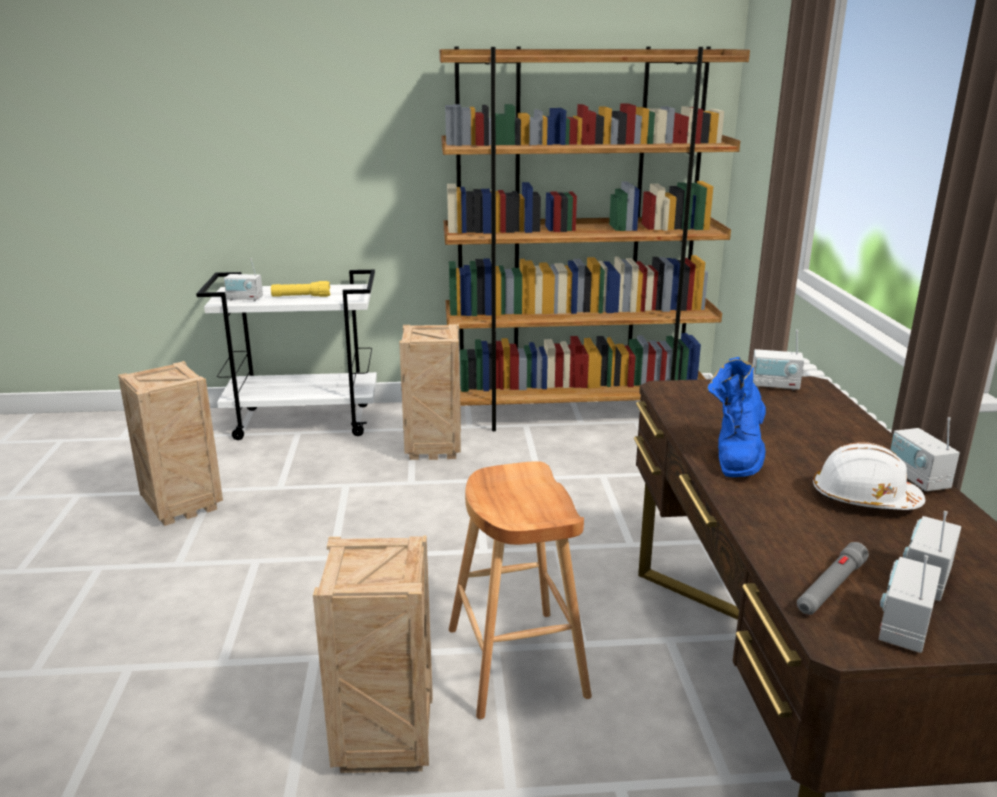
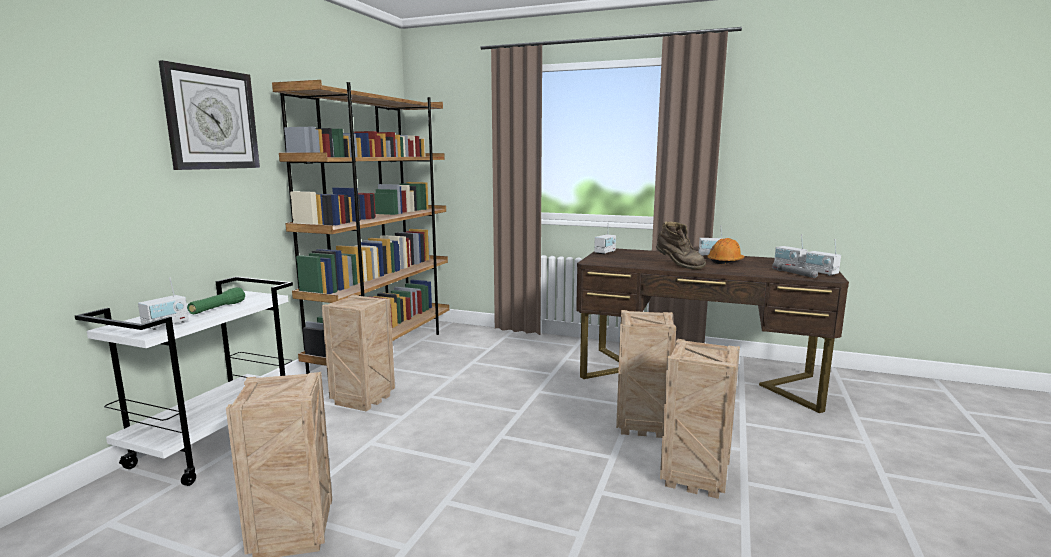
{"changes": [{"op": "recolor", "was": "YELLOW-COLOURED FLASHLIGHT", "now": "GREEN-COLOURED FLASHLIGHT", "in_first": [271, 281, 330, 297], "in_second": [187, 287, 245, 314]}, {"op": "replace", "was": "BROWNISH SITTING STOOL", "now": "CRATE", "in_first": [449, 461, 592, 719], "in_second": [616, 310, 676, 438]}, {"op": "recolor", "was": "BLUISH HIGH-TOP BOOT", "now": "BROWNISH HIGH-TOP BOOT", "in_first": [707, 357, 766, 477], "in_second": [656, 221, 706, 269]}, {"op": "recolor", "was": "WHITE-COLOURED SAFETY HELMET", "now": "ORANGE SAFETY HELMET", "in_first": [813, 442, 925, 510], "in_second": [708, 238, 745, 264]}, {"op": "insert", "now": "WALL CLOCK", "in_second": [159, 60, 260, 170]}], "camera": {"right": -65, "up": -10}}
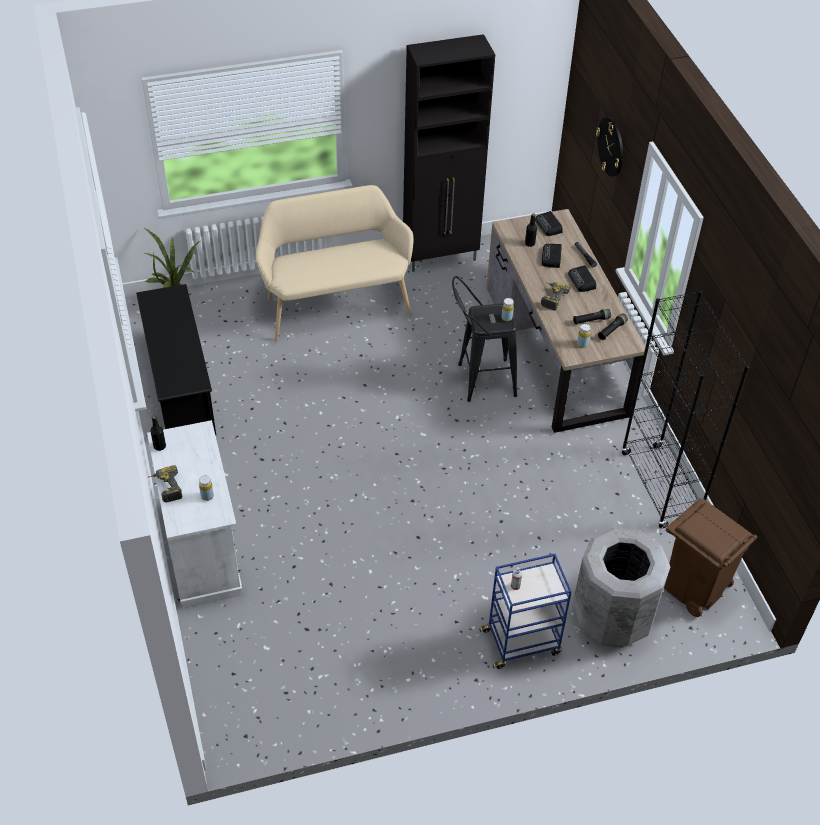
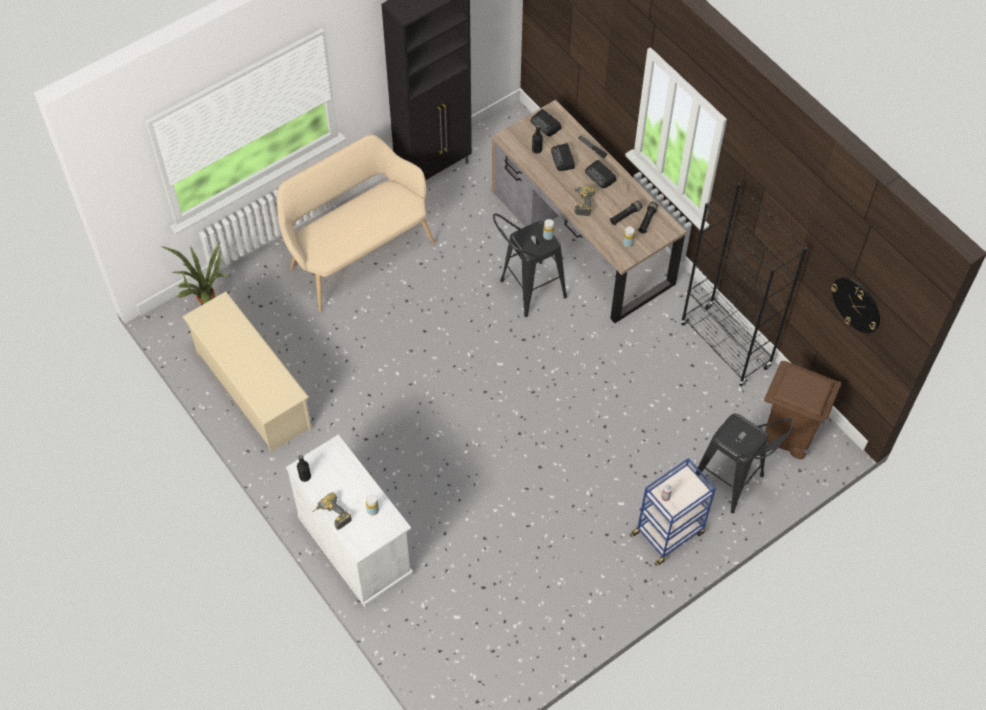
{"changes": [{"op": "recolor", "was": "BLACK SHOE STAND", "now": "SAND-COLOURED SHOE STAND", "in_first": [136, 284, 216, 436], "in_second": [182, 291, 312, 452]}, {"op": "replace", "was": "GRAY RUBBISH BIN", "now": "BLACK SITTING STOOL", "in_first": [572, 527, 670, 648], "in_second": [696, 413, 794, 513]}, {"op": "move", "was": "WALL CLOCK", "in_first": [596, 117, 623, 177], "in_second": [831, 277, 880, 333]}], "camera": {"right": -20, "up": 10}}
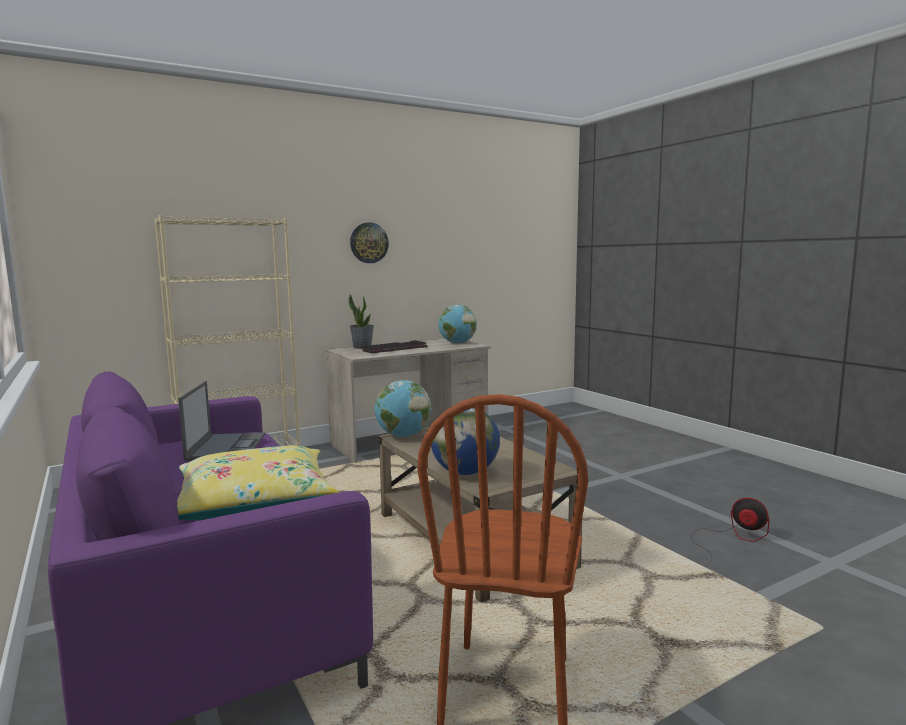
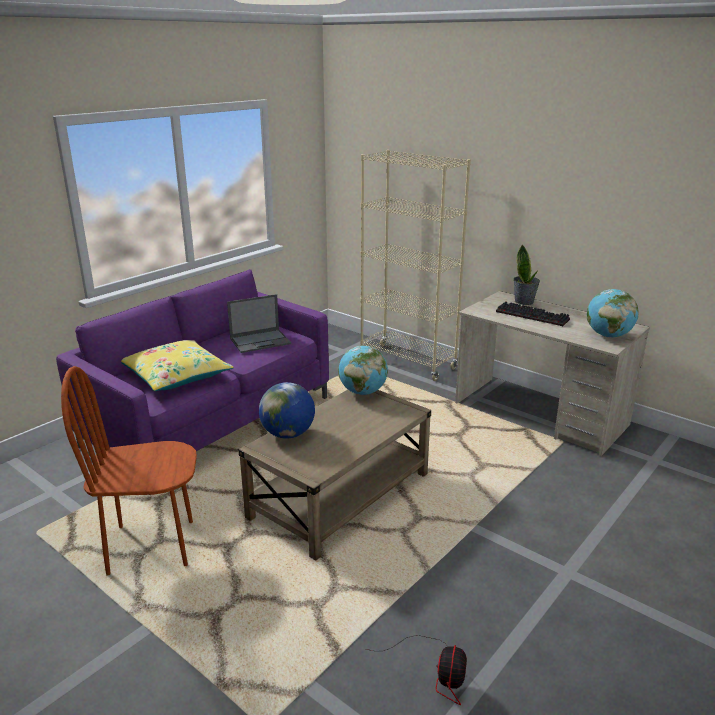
{"changes": [{"op": "delete", "was": "WALL CLOCK", "in_first": [350, 223, 389, 263]}], "camera": {"right": 70, "up": 15}}
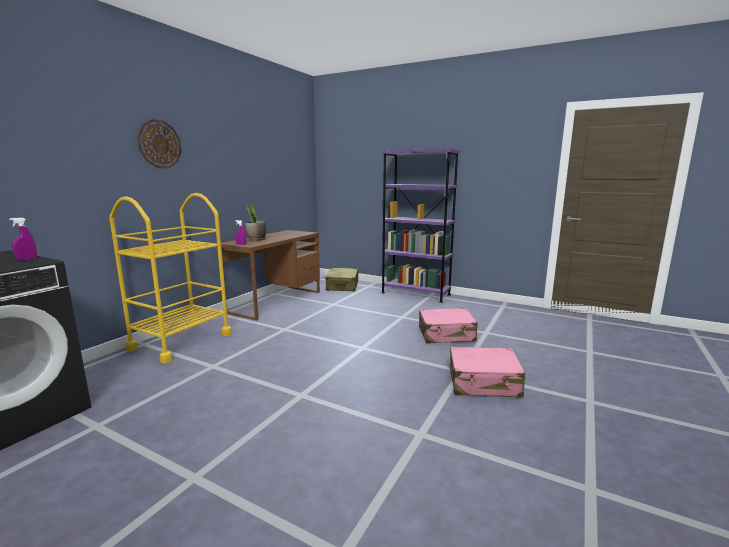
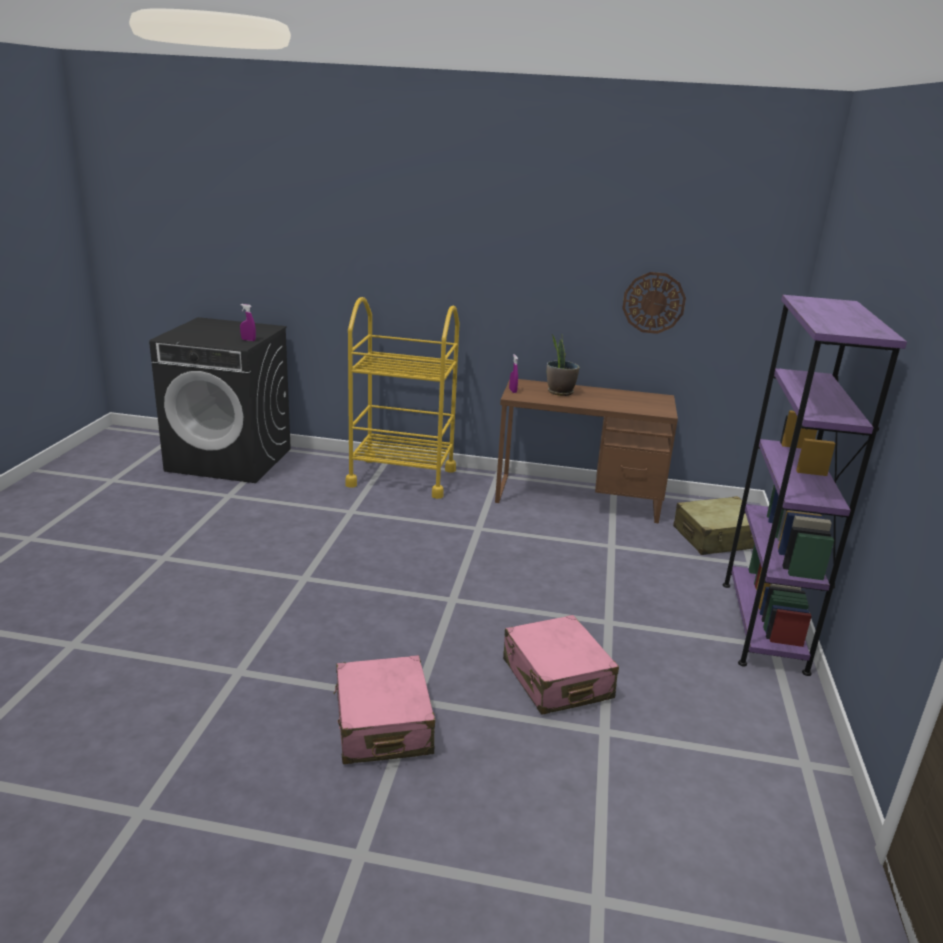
{"changes": [{"op": "move", "was": "WALL CLOCK", "in_first": [137, 119, 182, 168], "in_second": [622, 272, 686, 334]}], "camera": {"right": 70, "up": 10}}
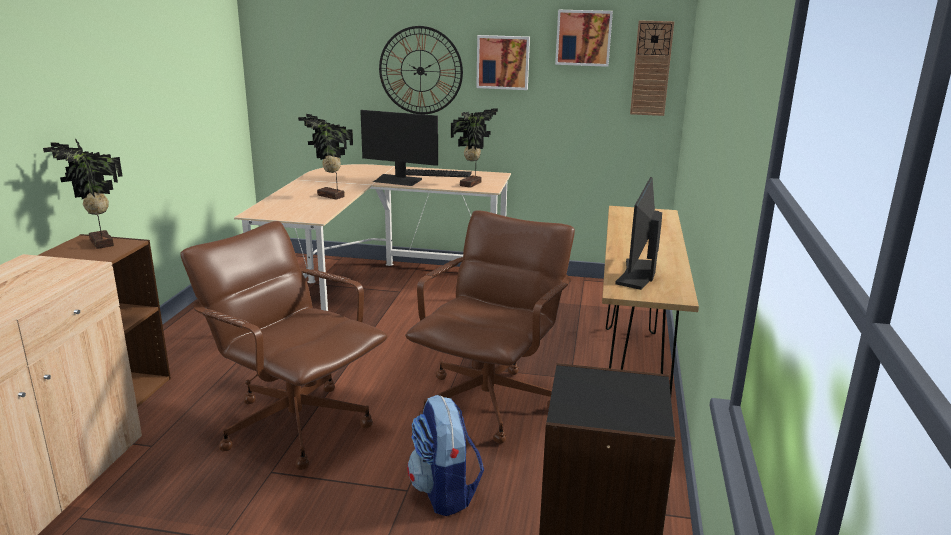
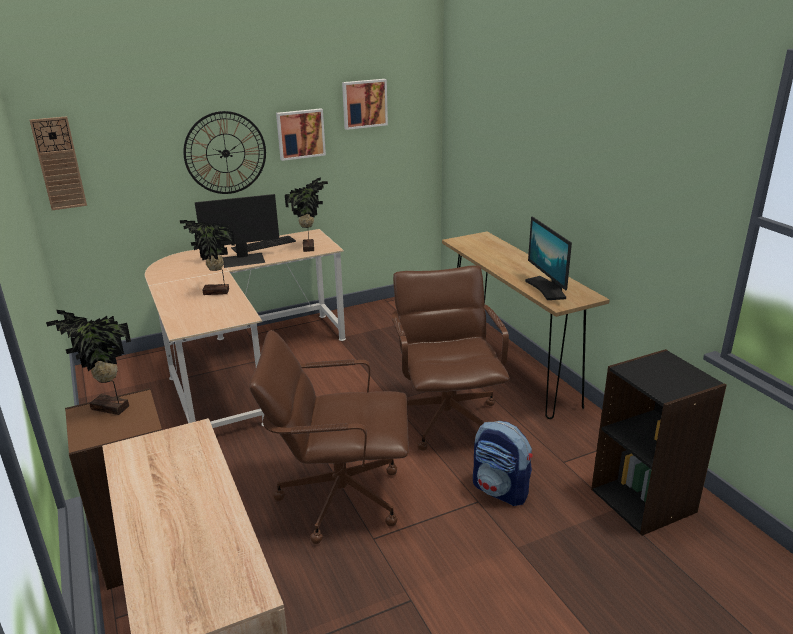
{"changes": [{"op": "move", "was": "WALL CLOCK", "in_first": [630, 20, 674, 116], "in_second": [29, 116, 87, 210]}], "camera": {"right": -35, "up": 5}}
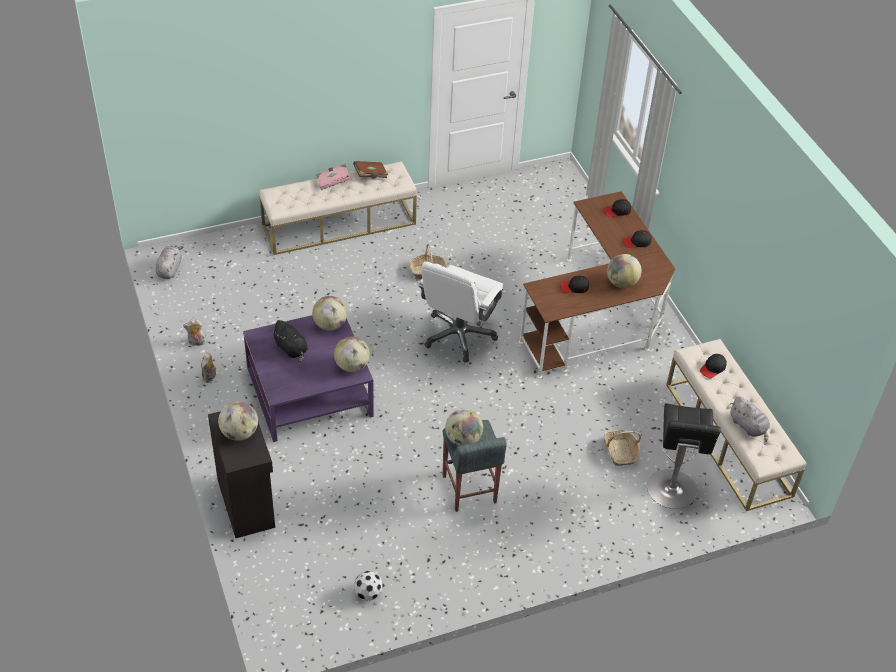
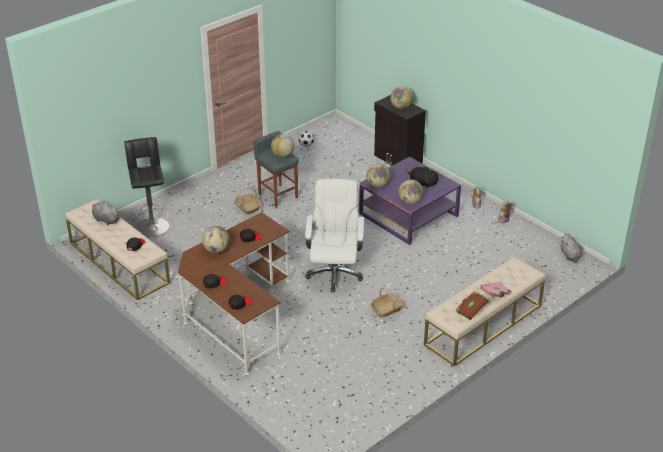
{"changes": [{"op": "move", "was": "HOUSEHOLD BASKET", "in_first": [604, 430, 641, 466], "in_second": [235, 187, 261, 215]}], "camera": {"right": 160, "up": -10}}
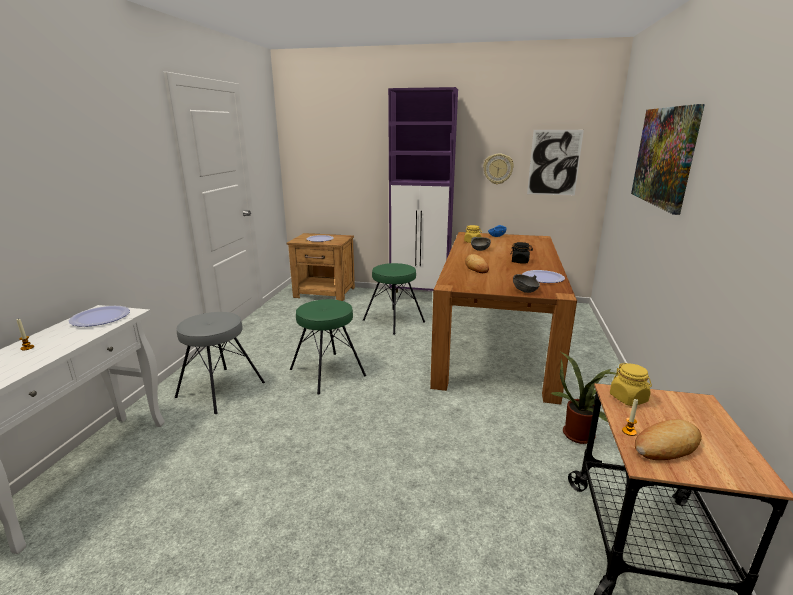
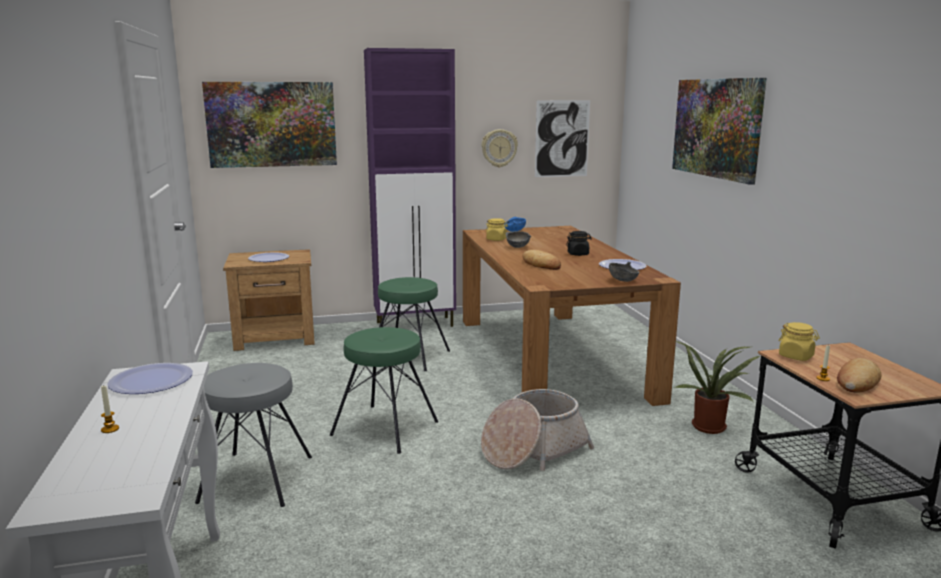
{"changes": [{"op": "insert", "now": "PICTURE", "in_second": [202, 82, 337, 168]}, {"op": "insert", "now": "HOUSEHOLD BASKET", "in_second": [481, 389, 594, 471]}], "camera": {"right": -25, "up": -5}}
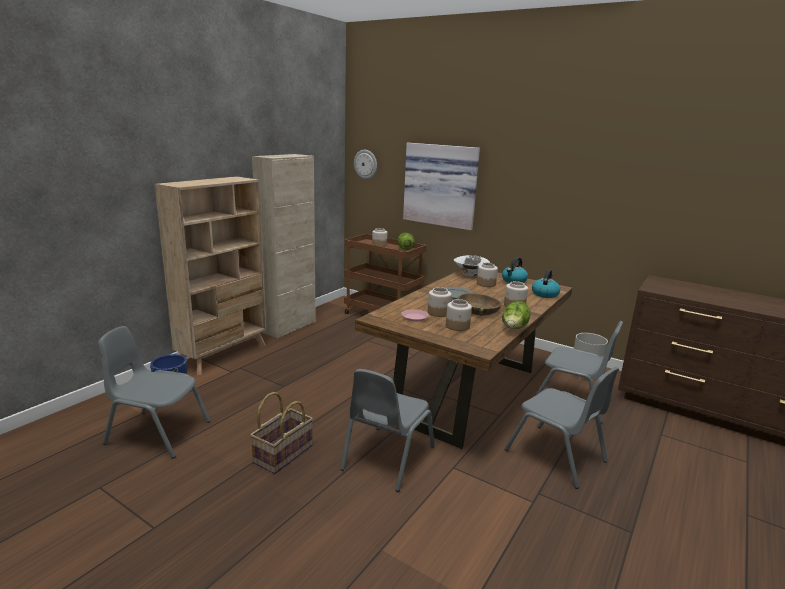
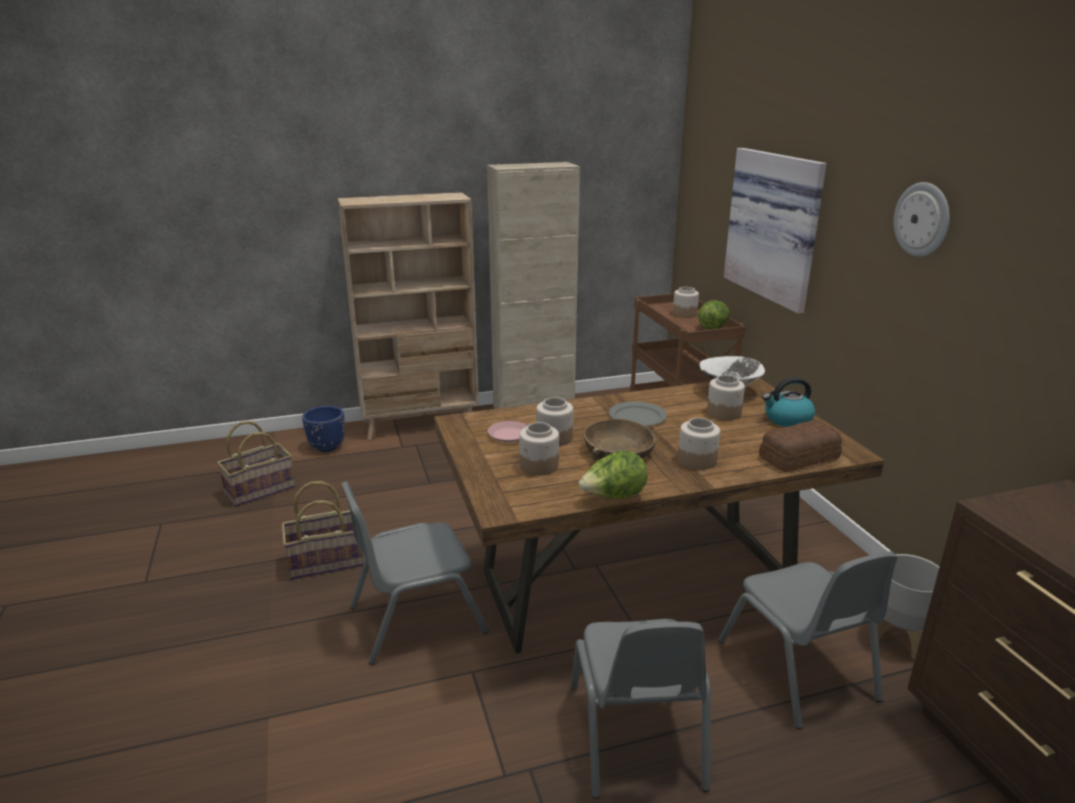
{"changes": [{"op": "replace", "was": "GRAY UPRIGHT CHAIR", "now": "HOUSEHOLD BASKET", "in_first": [99, 326, 210, 459], "in_second": [217, 421, 295, 507]}, {"op": "move", "was": "WALL CLOCK", "in_first": [354, 150, 377, 179], "in_second": [894, 182, 950, 257]}, {"op": "replace", "was": "KETTLE", "now": "BREAD", "in_first": [532, 269, 560, 298], "in_second": [759, 421, 842, 472]}], "camera": {"right": 40, "up": 5}}
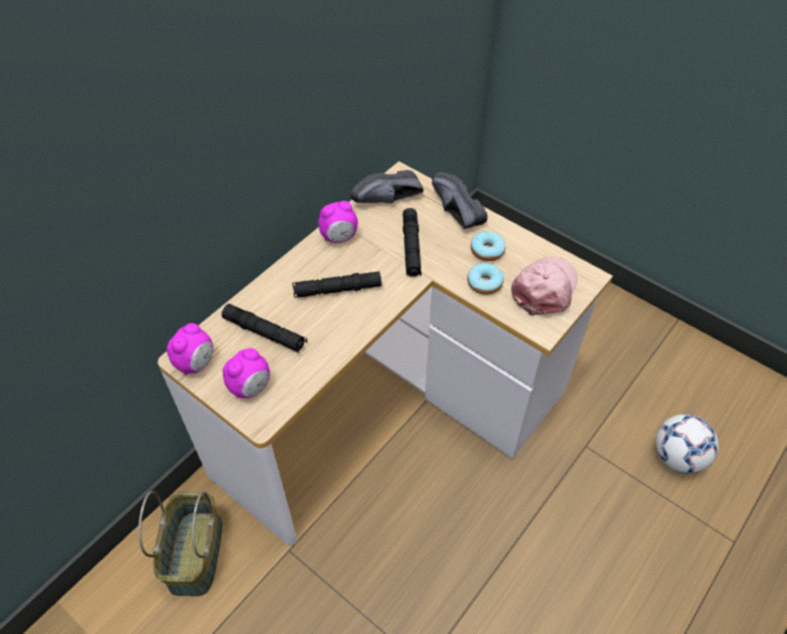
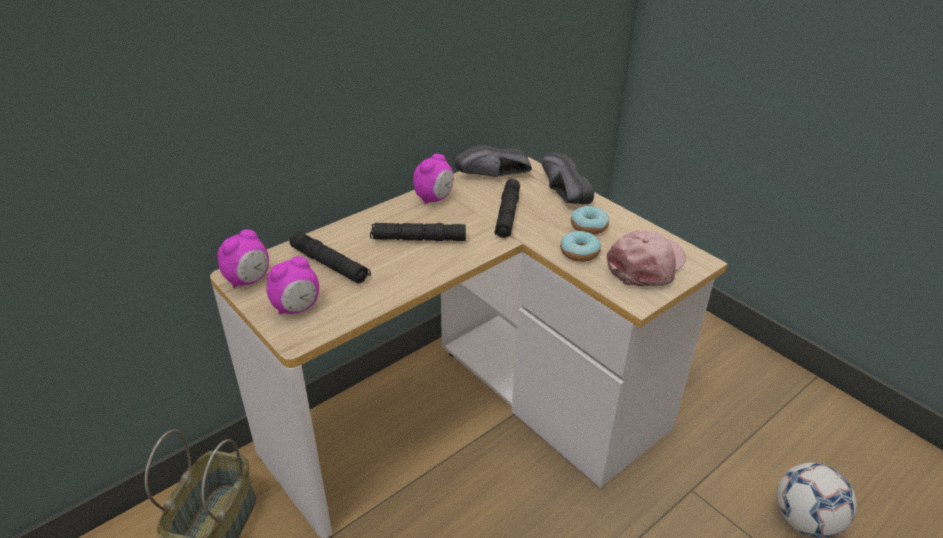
{"changes": [{"op": "rotate", "was": "BEDSIDE CLOCK", "in_first": [318, 201, 358, 243], "in_second": [413, 154, 453, 205], "clockwise": -45}], "camera": {"right": 10, "up": -15}}
